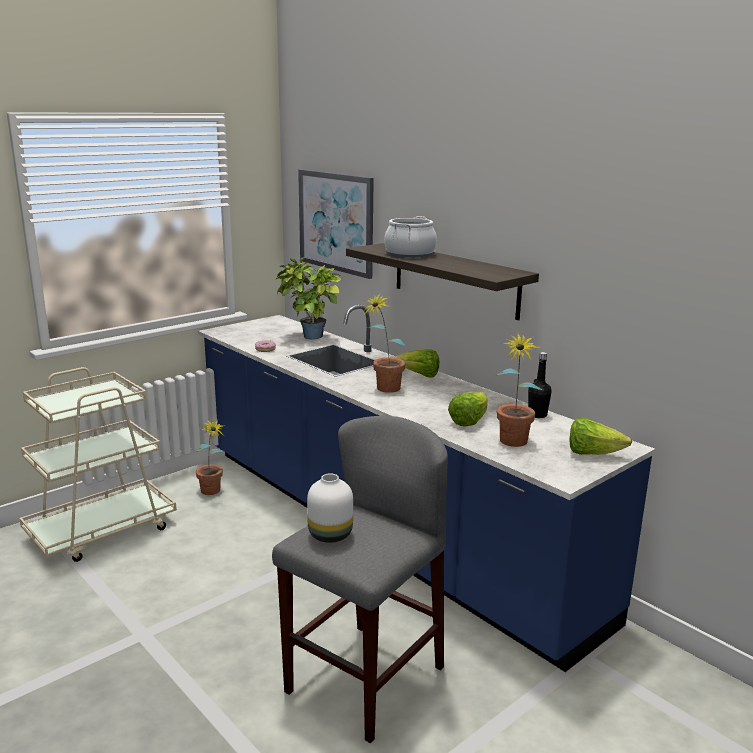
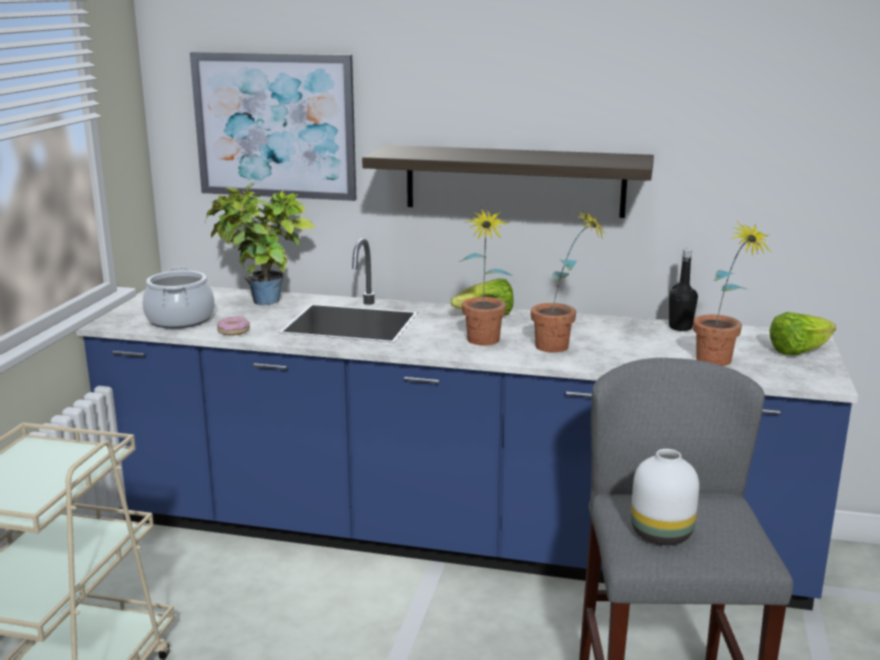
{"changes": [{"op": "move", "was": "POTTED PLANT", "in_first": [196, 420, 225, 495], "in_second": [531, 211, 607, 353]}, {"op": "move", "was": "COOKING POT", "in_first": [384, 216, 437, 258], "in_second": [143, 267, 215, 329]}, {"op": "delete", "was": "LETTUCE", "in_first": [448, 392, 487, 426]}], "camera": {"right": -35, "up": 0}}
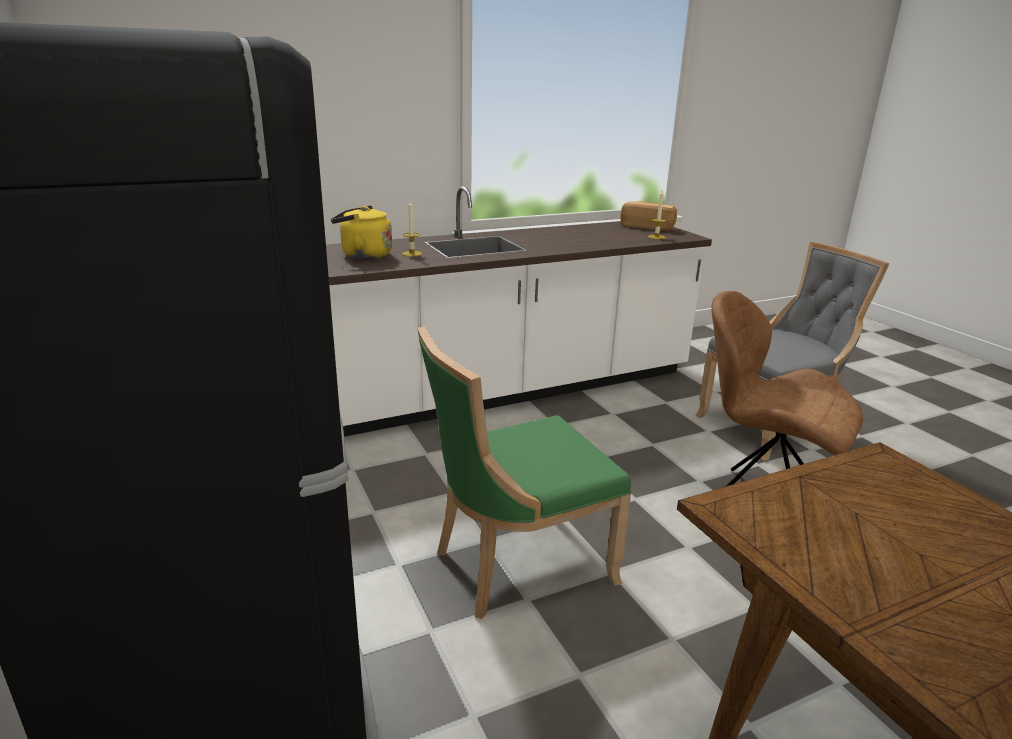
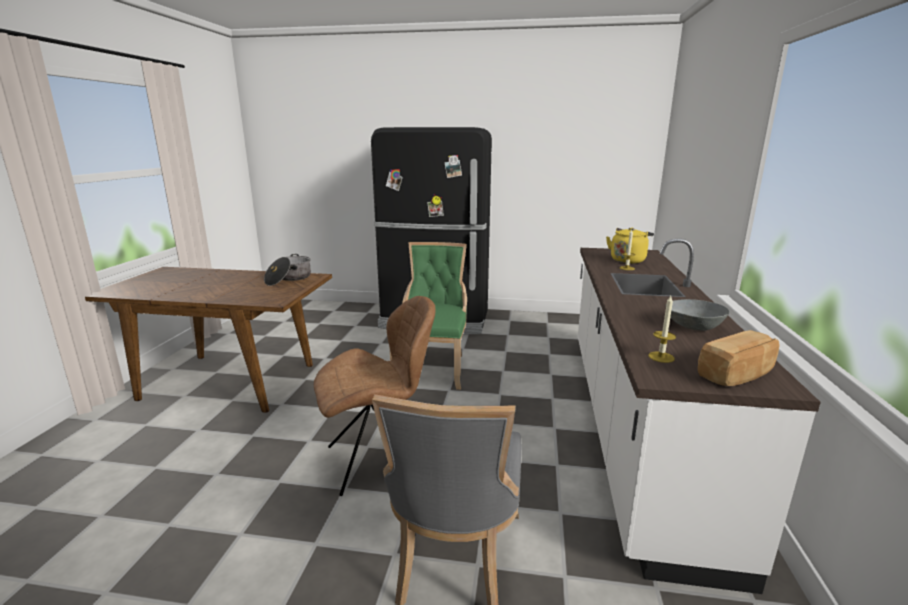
{"changes": [{"op": "insert", "now": "COOKING POT", "in_second": [264, 254, 311, 286]}, {"op": "insert", "now": "GRAY BOWL", "in_second": [670, 299, 730, 331]}], "camera": {"right": 125, "up": -5}}
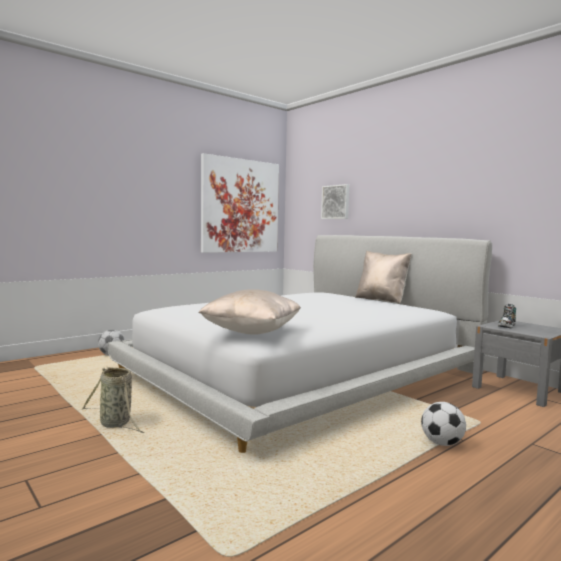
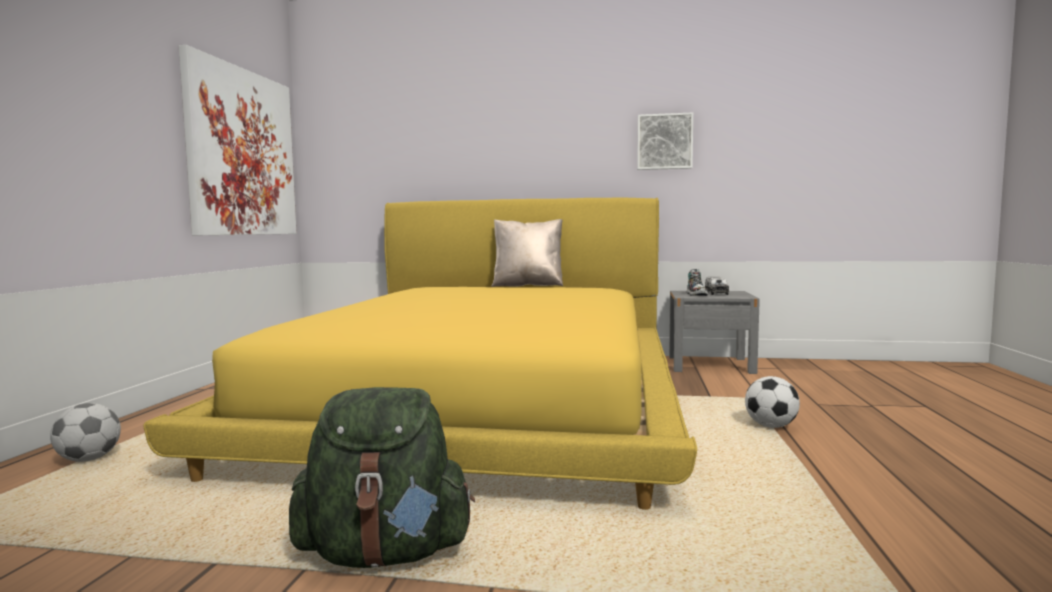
{"changes": [{"op": "replace", "was": "HOUSEHOLD BASKET", "now": "GREEN-COLOURED RUCKSACK", "in_first": [81, 367, 144, 433], "in_second": [289, 387, 475, 568]}, {"op": "recolor", "was": "WHITE-COLOURED BEDROOM BED", "now": "YELLOW-COLOURED BEDROOM BED", "in_first": [107, 235, 492, 453], "in_second": [143, 197, 697, 510]}, {"op": "delete", "was": "SAND-COLOURED PILLOW", "in_first": [198, 289, 301, 335]}, {"op": "move", "was": "PICTURE", "in_first": [321, 184, 349, 219], "in_second": [637, 113, 693, 170]}, {"op": "insert", "now": "TOY TRUCK", "in_second": [705, 276, 729, 295]}], "camera": {"right": -40, "up": 0}}
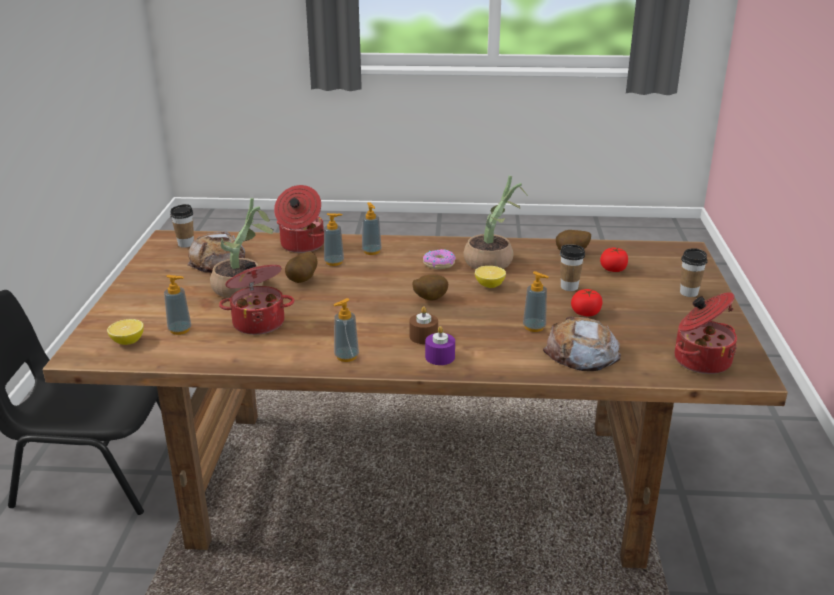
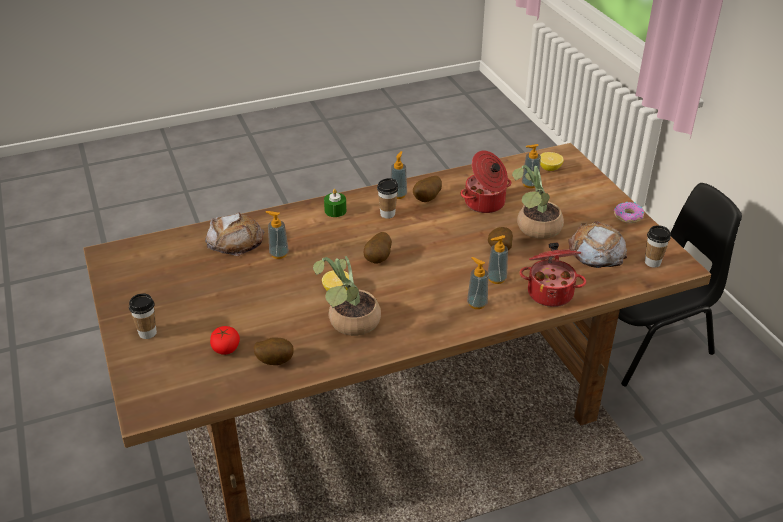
{"changes": [{"op": "delete", "was": "BROWNISH CANDLE", "in_first": [409, 306, 438, 344]}, {"op": "move", "was": "RING DOUGHNUT", "in_first": [423, 249, 456, 269], "in_second": [614, 202, 644, 223]}, {"op": "recolor", "was": "PURPLE CANDLE", "now": "GREEN-COLOURED CANDLE", "in_first": [425, 326, 455, 365], "in_second": [324, 189, 347, 217]}, {"op": "move", "was": "SMALL CUP", "in_first": [560, 244, 585, 291], "in_second": [377, 178, 398, 219]}, {"op": "delete", "was": "TOMATO", "in_first": [571, 289, 603, 316]}, {"op": "delete", "was": "COOKING POT", "in_first": [675, 292, 737, 374]}, {"op": "insert", "now": "WHOLE POTATO", "in_second": [413, 176, 442, 202]}], "camera": {"right": 155, "up": 10}}
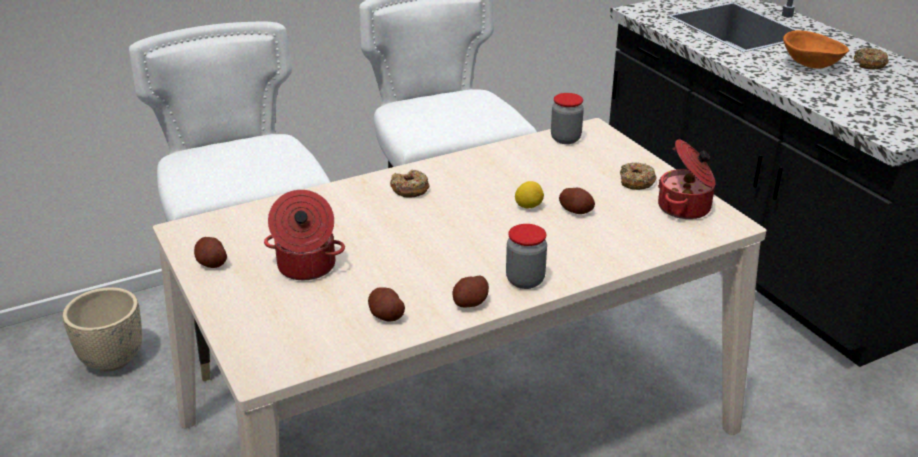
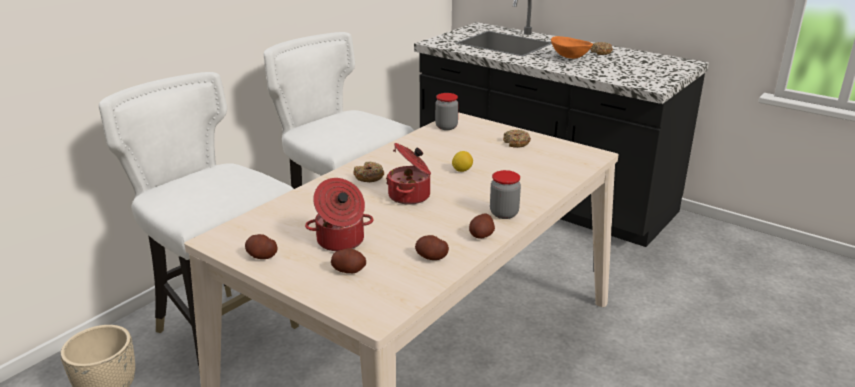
{"changes": [{"op": "move", "was": "WHOLE POTATO", "in_first": [559, 188, 595, 214], "in_second": [331, 248, 366, 273]}, {"op": "move", "was": "COOKING POT", "in_first": [658, 139, 716, 219], "in_second": [386, 143, 431, 205]}], "camera": {"right": -25, "up": -5}}
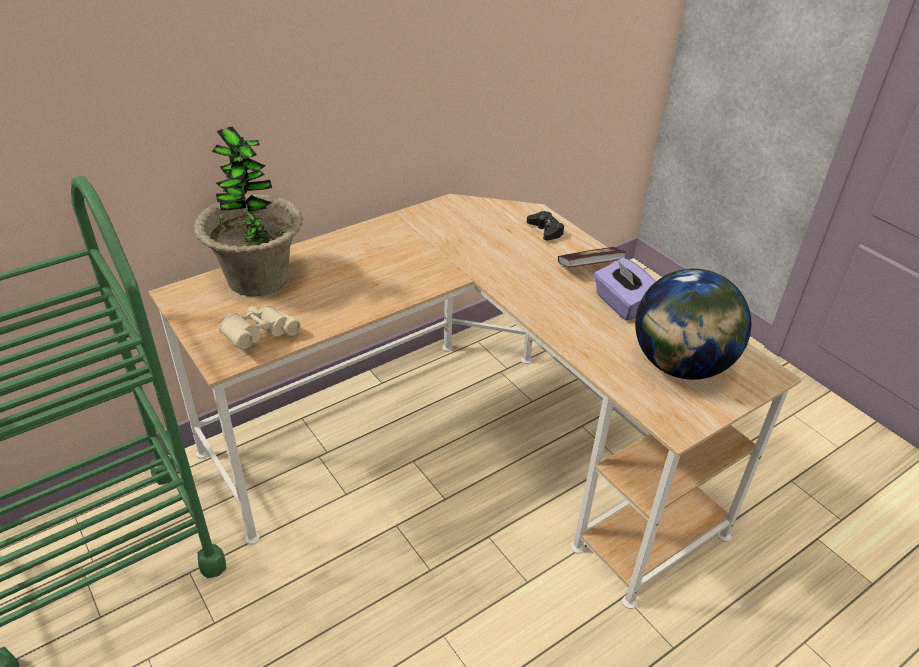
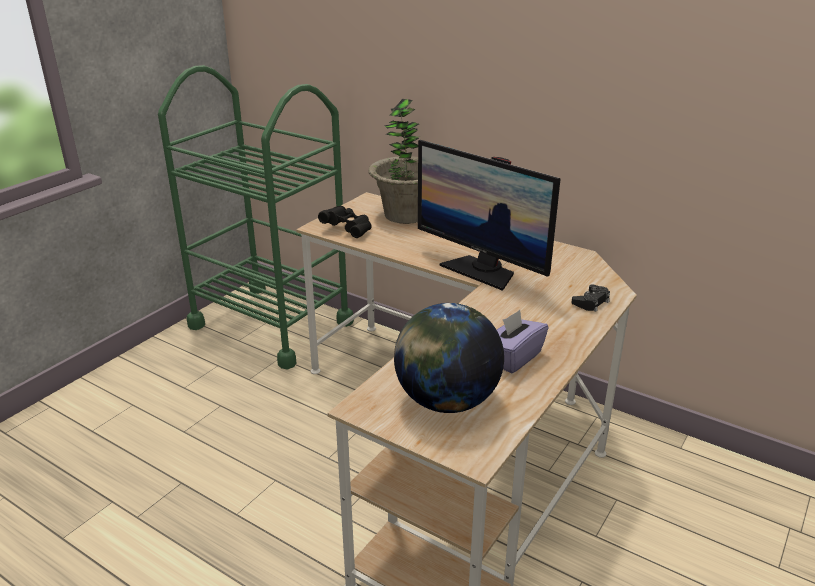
{"changes": [{"op": "recolor", "was": "SAND-COLOURED FIELD GLASSES", "now": "BLACK FIELD GLASSES", "in_first": [219, 305, 301, 349], "in_second": [318, 206, 372, 238]}, {"op": "delete", "was": "VOLUME", "in_first": [558, 247, 627, 267]}, {"op": "insert", "now": "COMPUTER DISPLAY", "in_second": [418, 140, 561, 291]}], "camera": {"right": 70, "up": -10}}
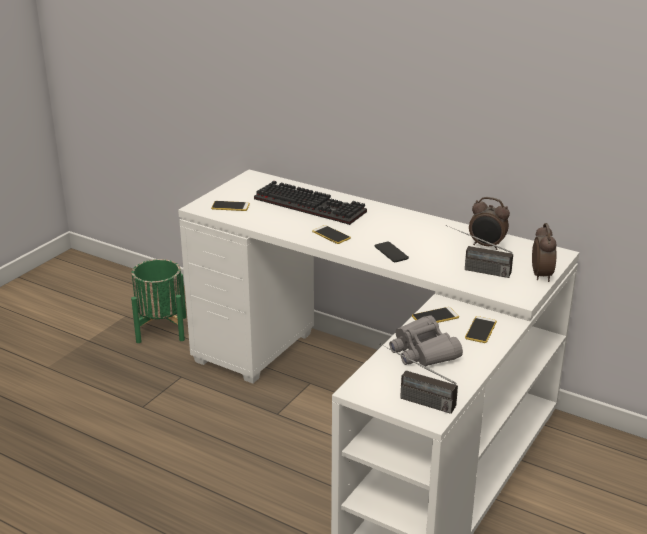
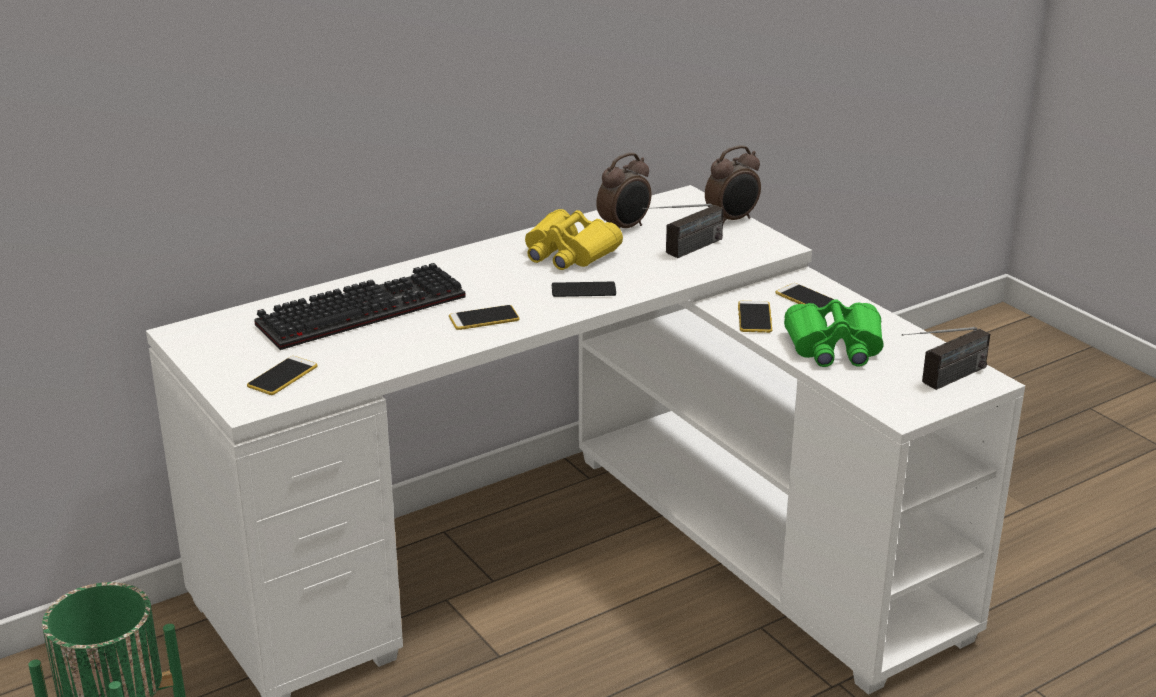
{"changes": [{"op": "recolor", "was": "GRAY FIELD GLASSES", "now": "GREEN-COLOURED FIELD GLASSES", "in_first": [389, 315, 463, 367], "in_second": [784, 299, 884, 367]}, {"op": "rotate", "was": "BEDSIDE CLOCK", "in_first": [532, 223, 557, 282], "in_second": [705, 145, 761, 223], "clockwise": 120}, {"op": "insert", "now": "YELLOW-COLOURED FIELD GLASSES", "in_second": [525, 209, 623, 270]}], "camera": {"right": -65, "up": 0}}
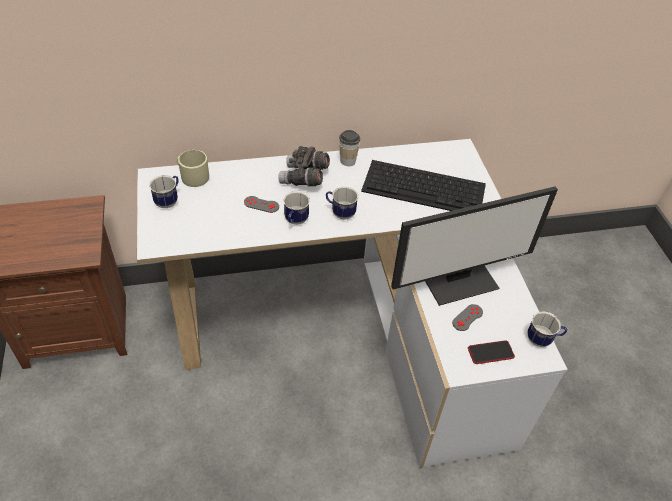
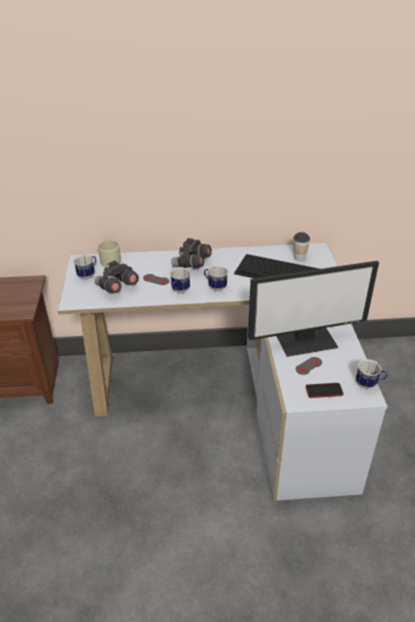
{"changes": [{"op": "move", "was": "SMALL CUP", "in_first": [339, 130, 360, 166], "in_second": [294, 232, 310, 261]}, {"op": "insert", "now": "GRAY FIELD GLASSES", "in_second": [95, 260, 139, 294]}], "camera": {"right": 10, "up": -10}}
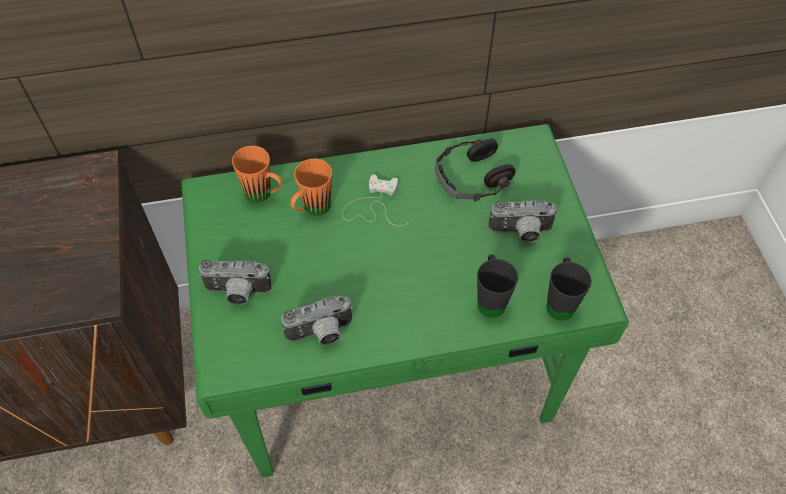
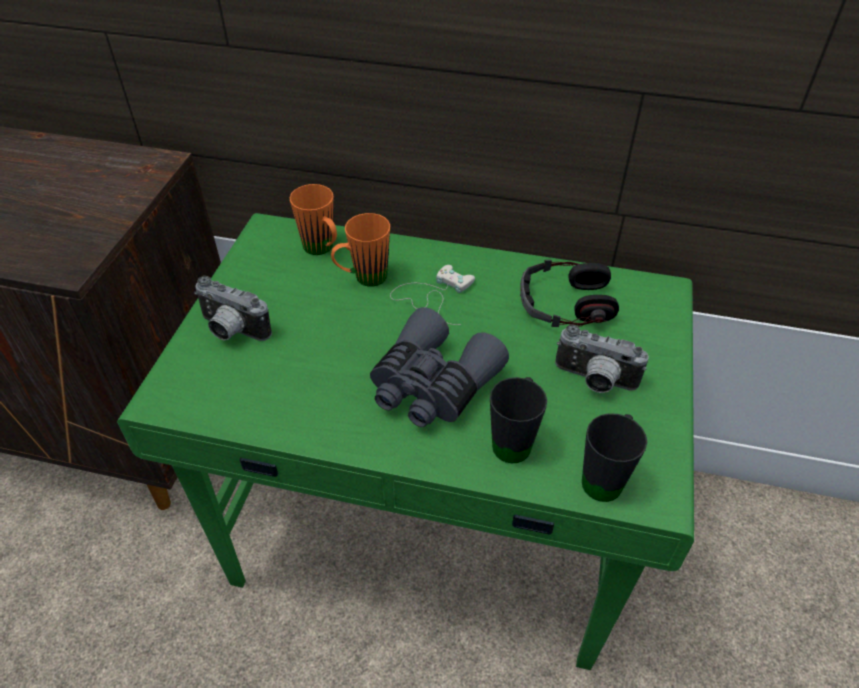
{"changes": [{"op": "delete", "was": "STILL CAMERA", "in_first": [281, 296, 353, 346]}, {"op": "insert", "now": "GRAY FIELD GLASSES", "in_second": [370, 307, 509, 427]}], "camera": {"right": 25, "up": -10}}
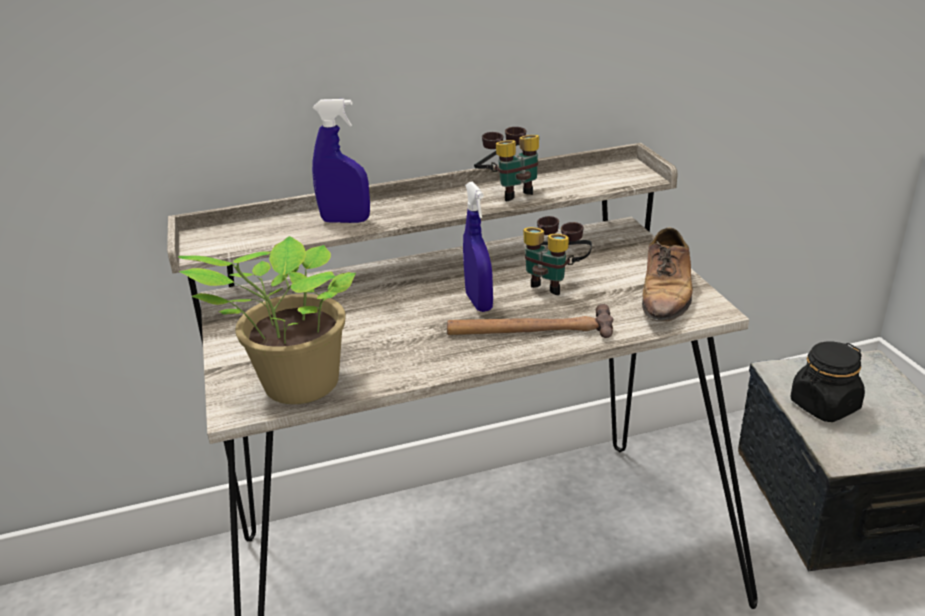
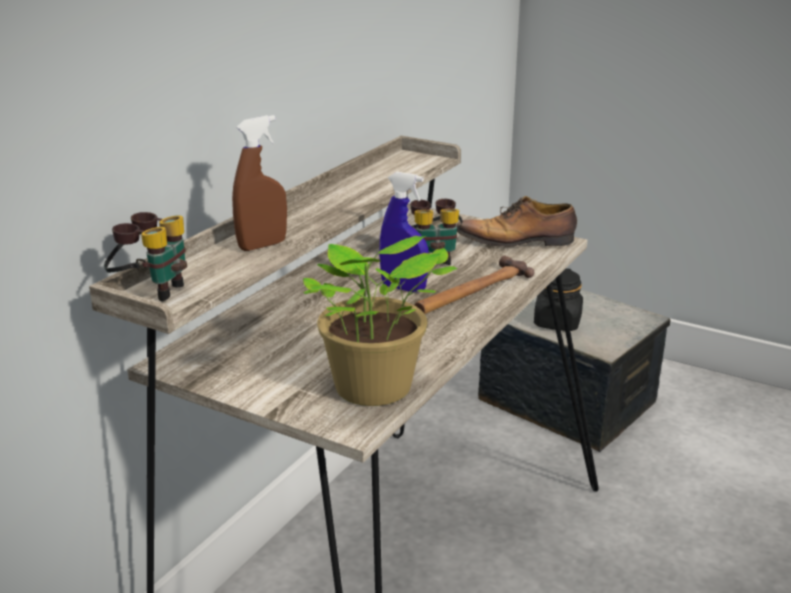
{"changes": [{"op": "recolor", "was": "BLUISH HAND SPRAYER", "now": "BROWNISH HAND SPRAYER", "in_first": [312, 99, 370, 223], "in_second": [232, 115, 287, 251]}, {"op": "move", "was": "FIELD GLASSES", "in_first": [474, 127, 539, 201], "in_second": [104, 212, 187, 301]}, {"op": "rotate", "was": "LOW SHOE", "in_first": [642, 227, 693, 330], "in_second": [456, 196, 577, 247], "clockwise": 120}], "camera": {"right": -45, "up": -5}}
